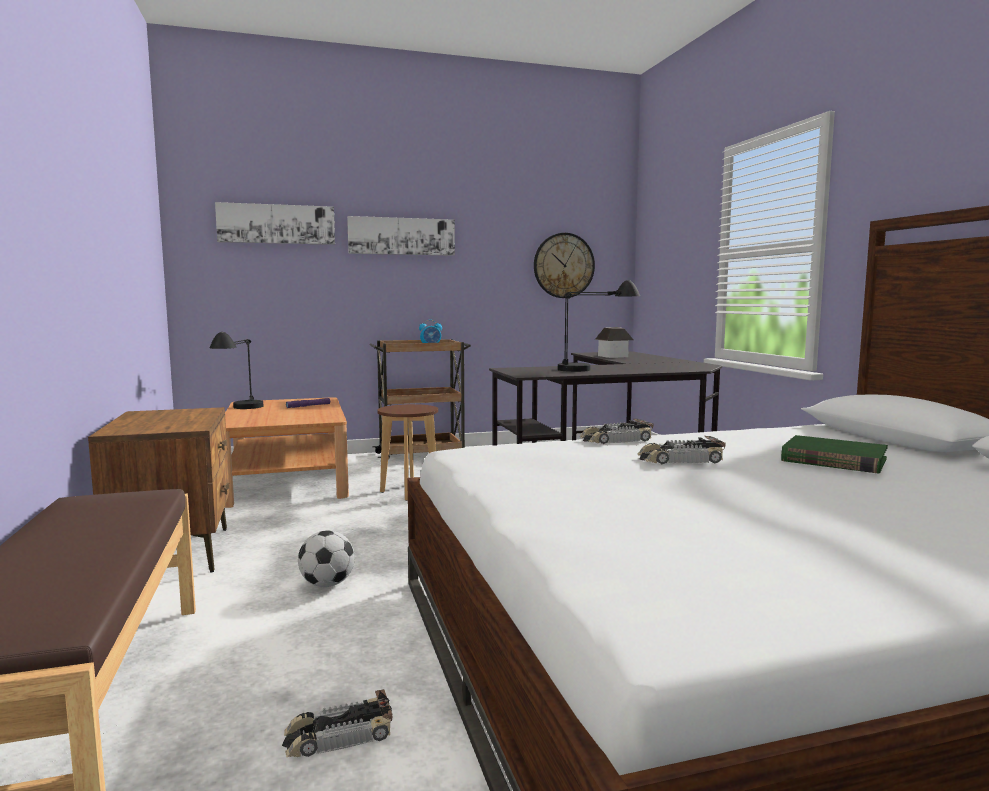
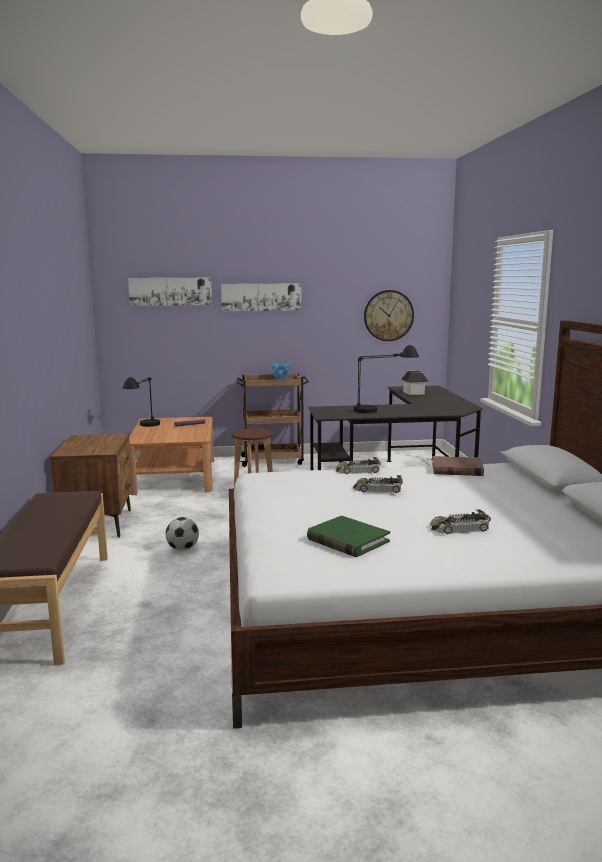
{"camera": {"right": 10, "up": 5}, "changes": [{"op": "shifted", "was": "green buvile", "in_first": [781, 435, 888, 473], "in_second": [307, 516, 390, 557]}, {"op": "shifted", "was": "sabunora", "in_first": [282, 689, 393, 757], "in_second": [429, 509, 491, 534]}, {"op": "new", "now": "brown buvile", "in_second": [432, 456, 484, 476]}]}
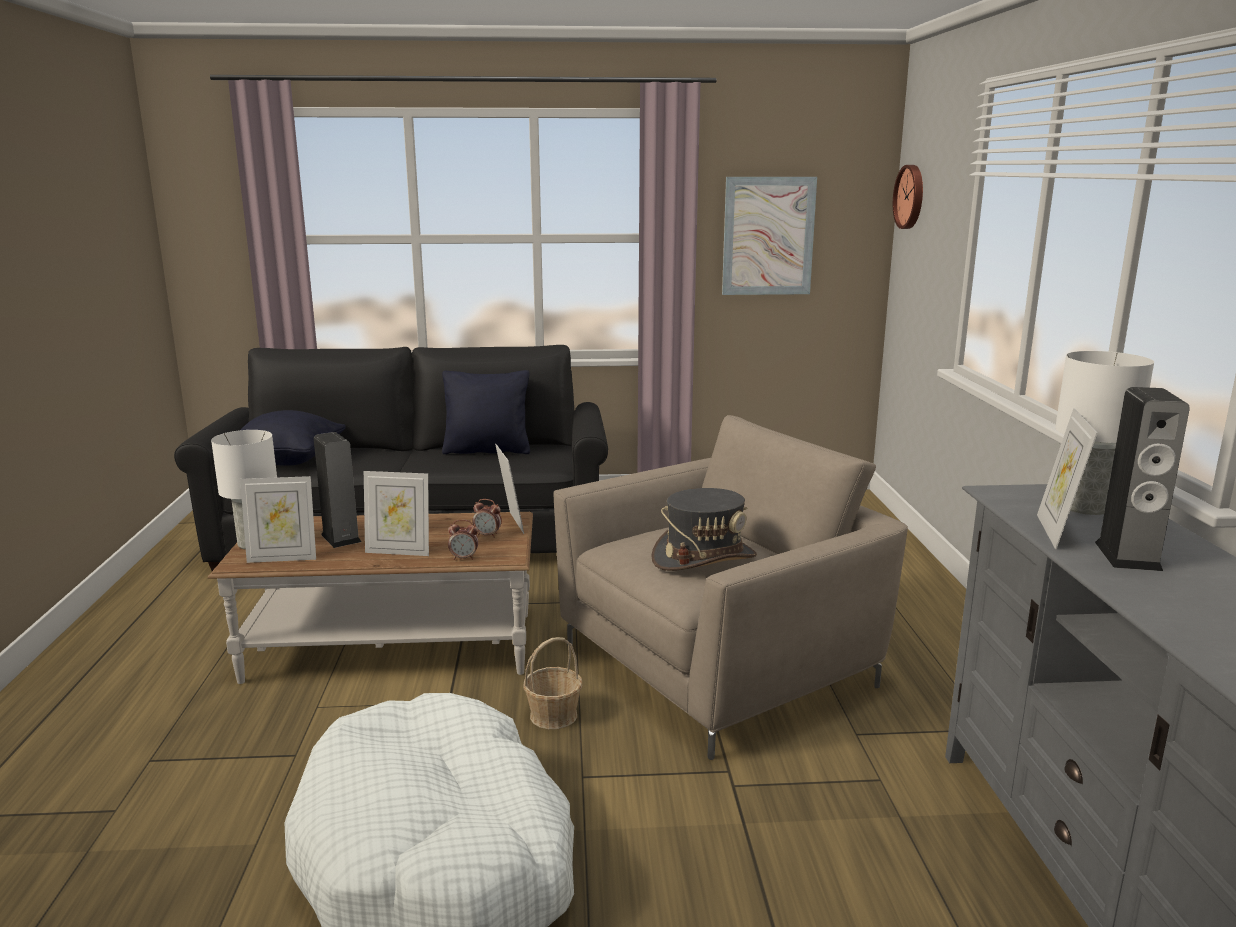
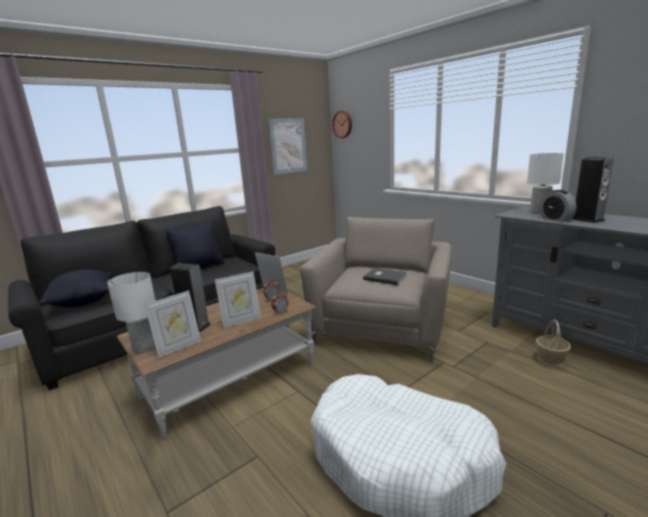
{"camera": {"right": -35, "up": 0}, "changes": [{"op": "swapped", "was": "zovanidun", "now": "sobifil", "in_first": [1037, 408, 1098, 549], "in_second": [539, 190, 576, 222]}, {"op": "swapped", "was": "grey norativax", "now": "grey buvile", "in_first": [651, 488, 757, 571], "in_second": [363, 268, 407, 285]}, {"op": "shifted", "was": "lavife", "in_first": [523, 637, 582, 729], "in_second": [536, 319, 571, 367]}]}
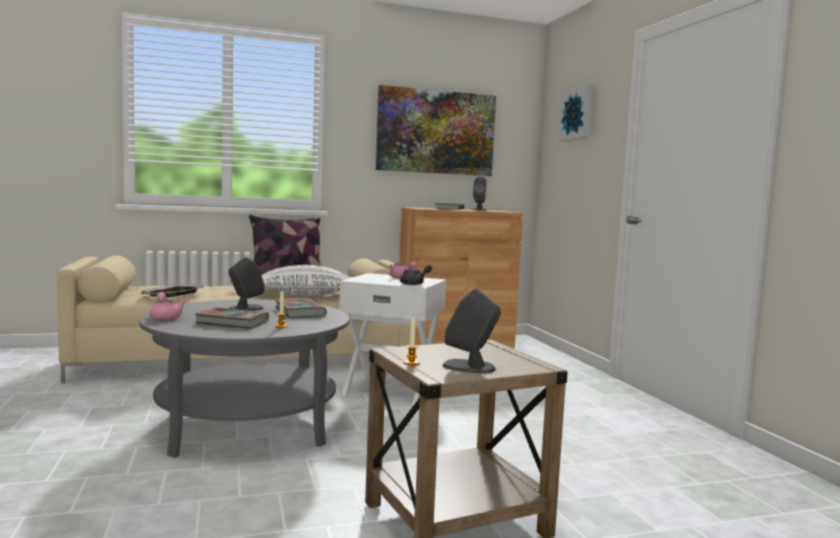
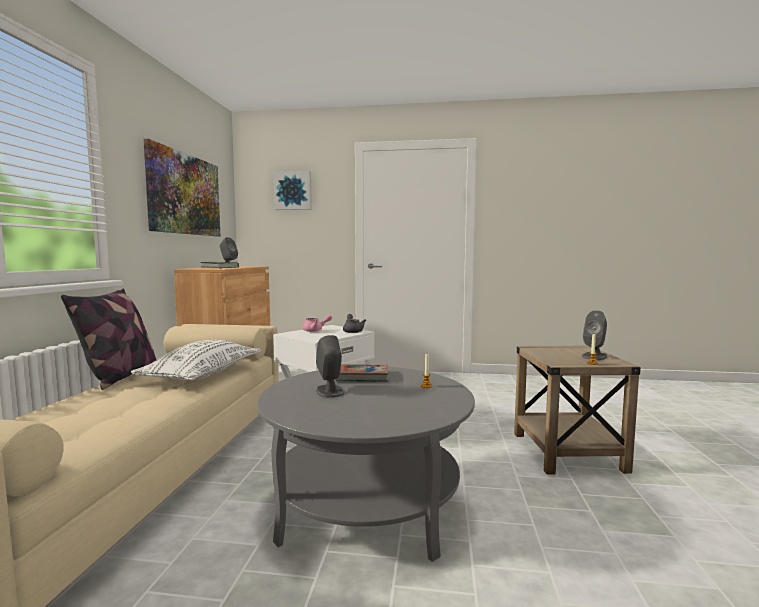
{"camera": {"right": -65, "up": 0}, "changes": [{"op": "gone", "was": "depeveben", "in_first": [141, 285, 205, 298]}, {"op": "gone", "was": "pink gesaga", "in_first": [149, 292, 186, 320]}, {"op": "gone", "was": "buvile", "in_first": [195, 308, 269, 329]}]}
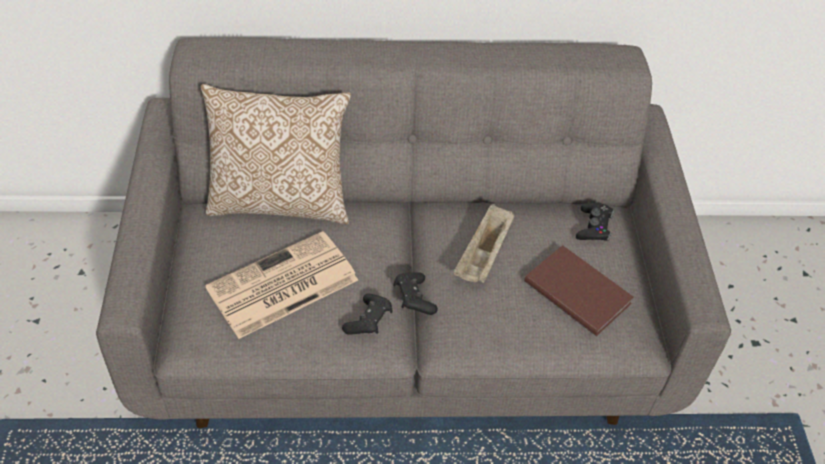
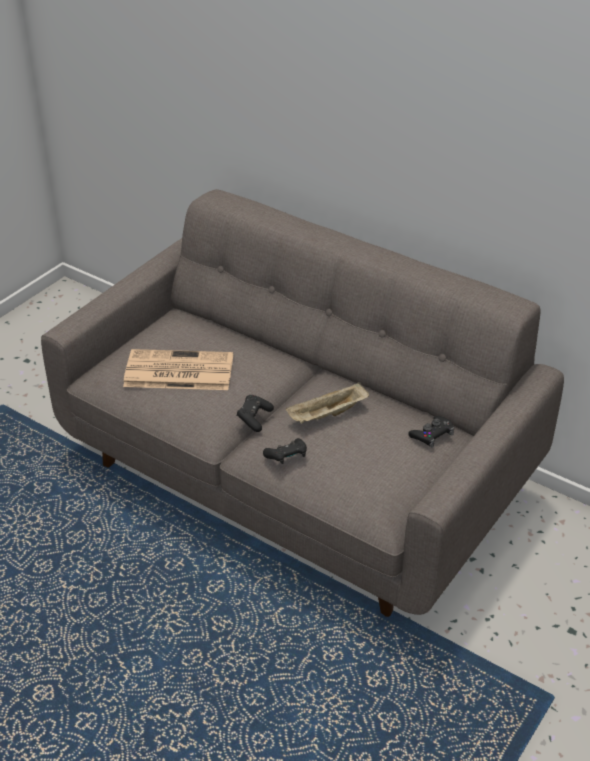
{"camera": {"right": 40, "up": -10}, "changes": [{"op": "gone", "was": "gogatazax", "in_first": [201, 84, 351, 224]}, {"op": "gone", "was": "brown buvile", "in_first": [524, 245, 634, 336]}, {"op": "shifted", "was": "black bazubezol", "in_first": [342, 294, 392, 334], "in_second": [263, 438, 307, 464]}]}
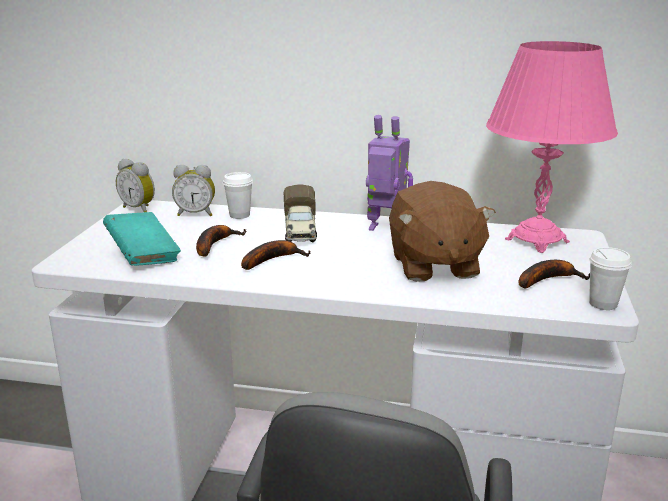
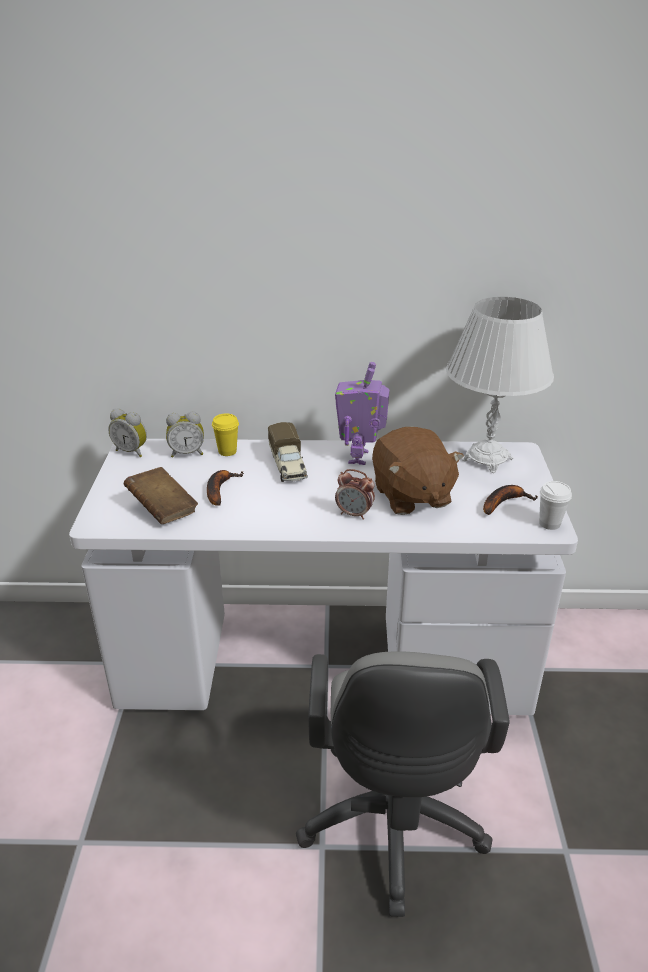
{"camera": {"right": -10, "up": 10}, "changes": [{"op": "repainted", "was": "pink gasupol", "now": "white gasupol", "in_first": [486, 41, 618, 253], "in_second": [446, 297, 554, 473]}, {"op": "rotated", "was": "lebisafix", "in_first": [366, 115, 413, 231], "in_second": [335, 362, 390, 465], "clockwise": -90}, {"op": "repainted", "was": "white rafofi", "now": "yellow rafofi", "in_first": [223, 172, 253, 219], "in_second": [212, 414, 239, 456]}, {"op": "repainted", "was": "turquoise buvile", "now": "brown buvile", "in_first": [103, 212, 181, 266], "in_second": [124, 467, 198, 524]}, {"op": "gone", "was": "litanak", "in_first": [241, 240, 311, 270]}, {"op": "new", "now": "sobifil", "in_second": [335, 469, 375, 520]}]}
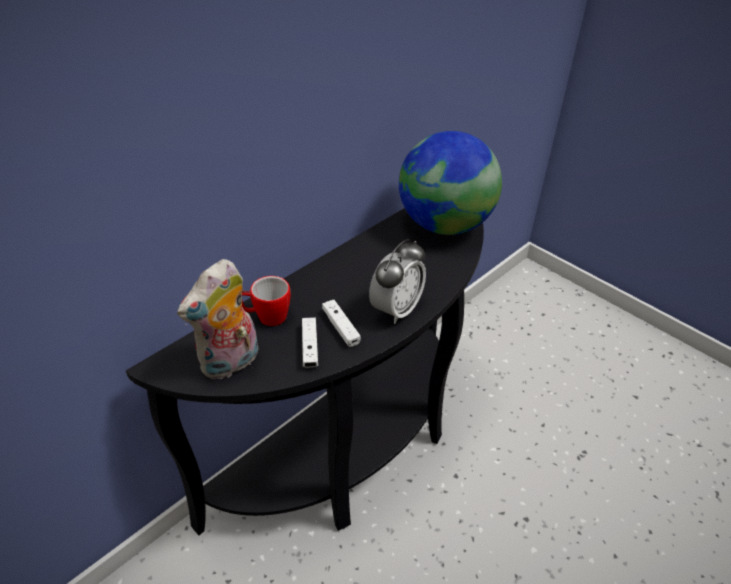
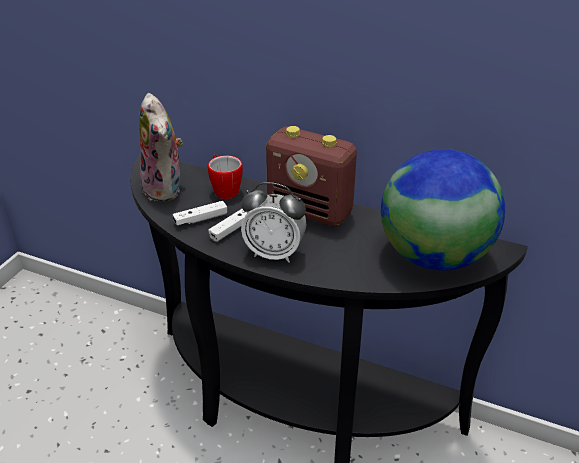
{"camera": {"right": 70, "up": -5}, "changes": [{"op": "rotated", "was": "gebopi", "in_first": [177, 259, 258, 380], "in_second": [139, 93, 183, 202], "clockwise": -135}, {"op": "new", "now": "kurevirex", "in_second": [266, 126, 357, 226]}]}
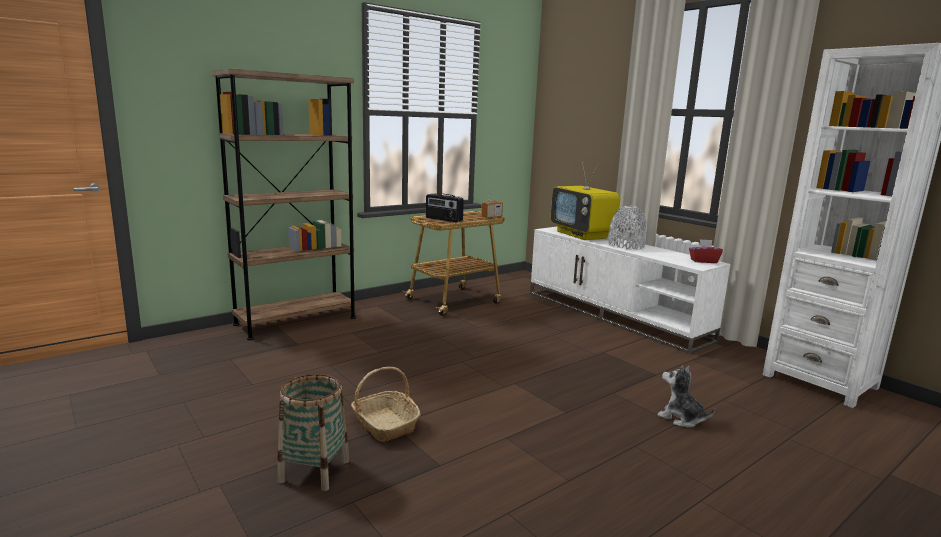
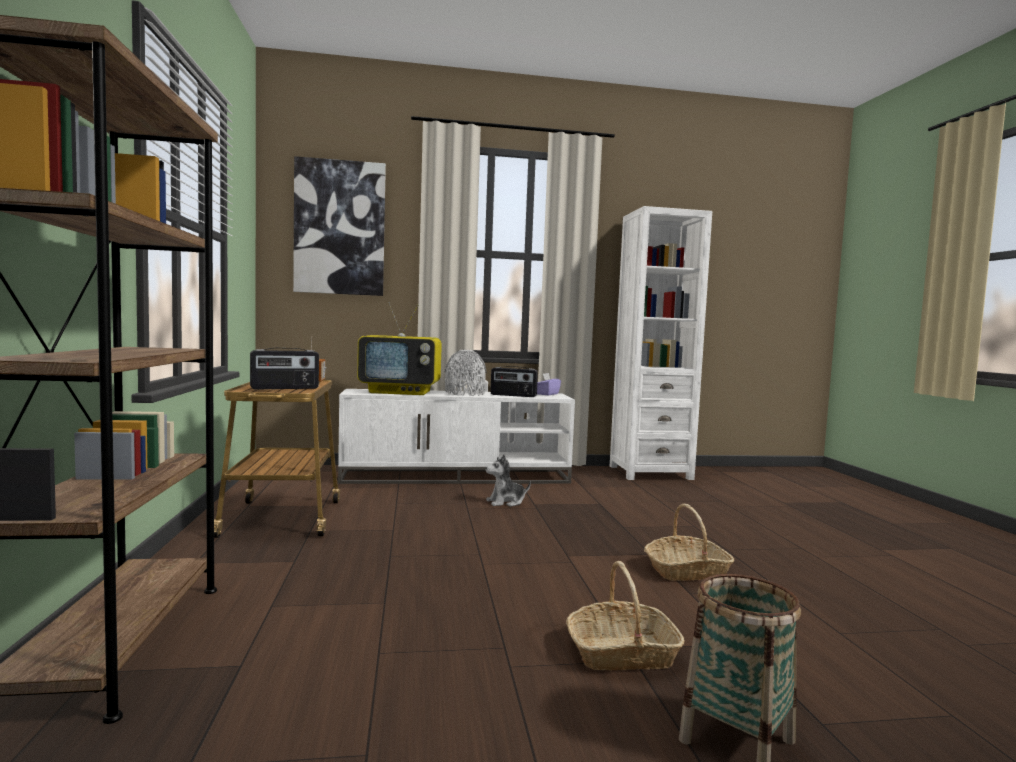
{"camera": {"right": -60, "up": -10}, "changes": [{"op": "repainted", "was": "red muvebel", "now": "purple muvebel", "in_first": [689, 239, 723, 263], "in_second": [537, 373, 561, 395]}, {"op": "shifted", "was": "gebopi", "in_first": [658, 365, 715, 428], "in_second": [486, 454, 531, 507]}, {"op": "new", "now": "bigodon", "in_second": [293, 156, 386, 296]}, {"op": "new", "now": "kurevirex", "in_second": [490, 366, 538, 397]}, {"op": "new", "now": "lavife", "in_second": [644, 504, 734, 581]}]}
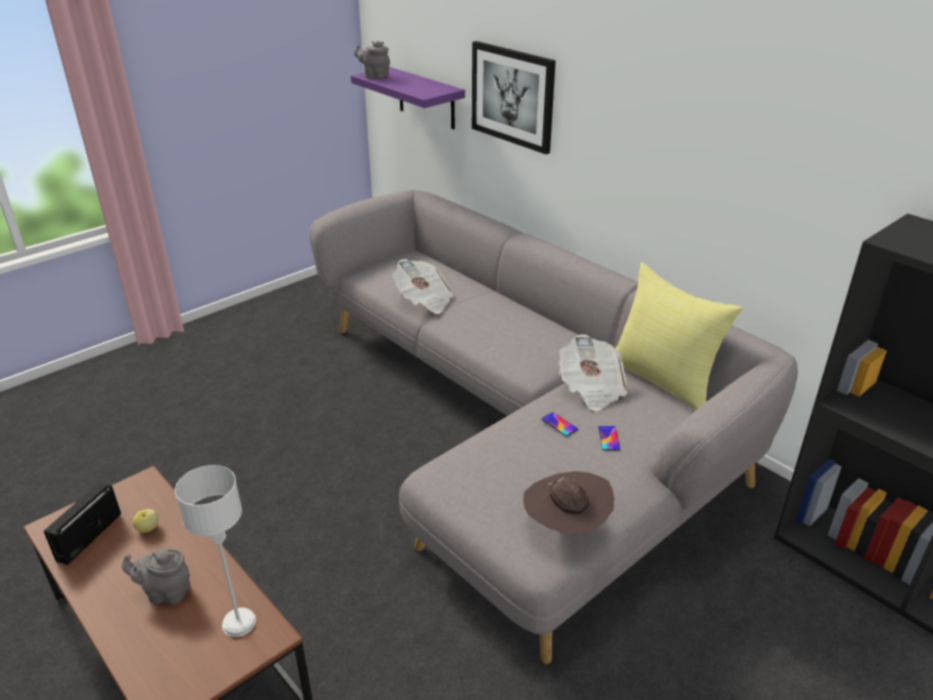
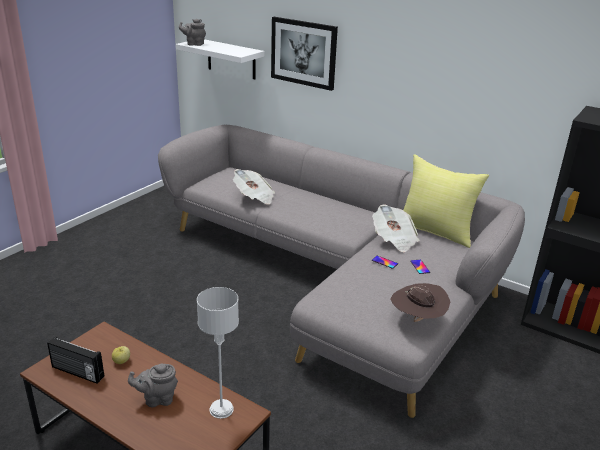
{"camera": {"right": -15, "up": -5}, "changes": [{"op": "repainted", "was": "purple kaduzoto", "now": "white kaduzoto", "in_first": [351, 67, 465, 129], "in_second": [176, 39, 264, 79]}, {"op": "rotated", "was": "kurevirex", "in_first": [44, 481, 121, 565], "in_second": [47, 336, 104, 384], "clockwise": -75}]}
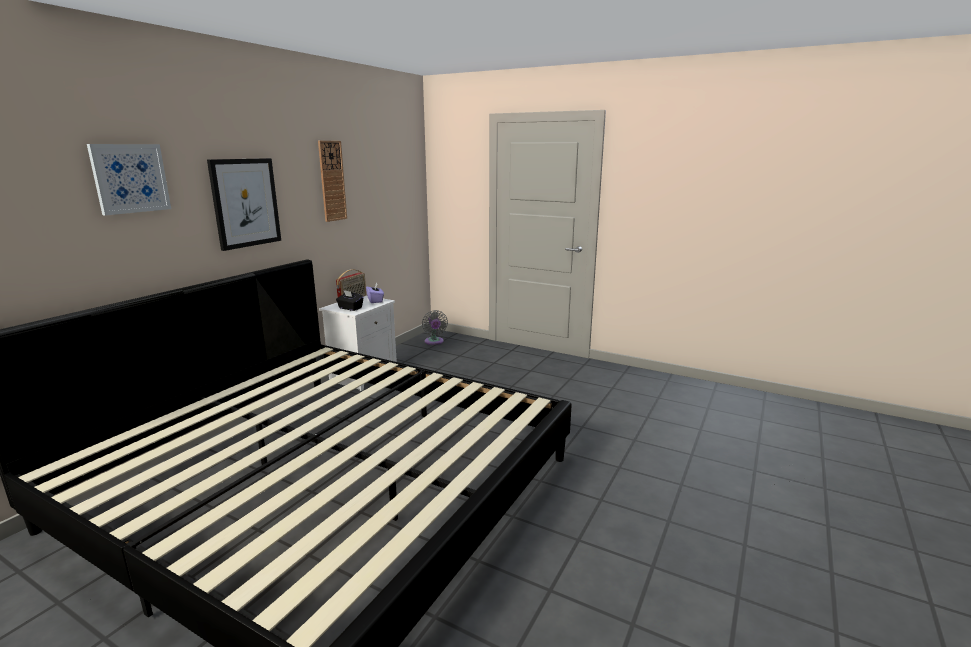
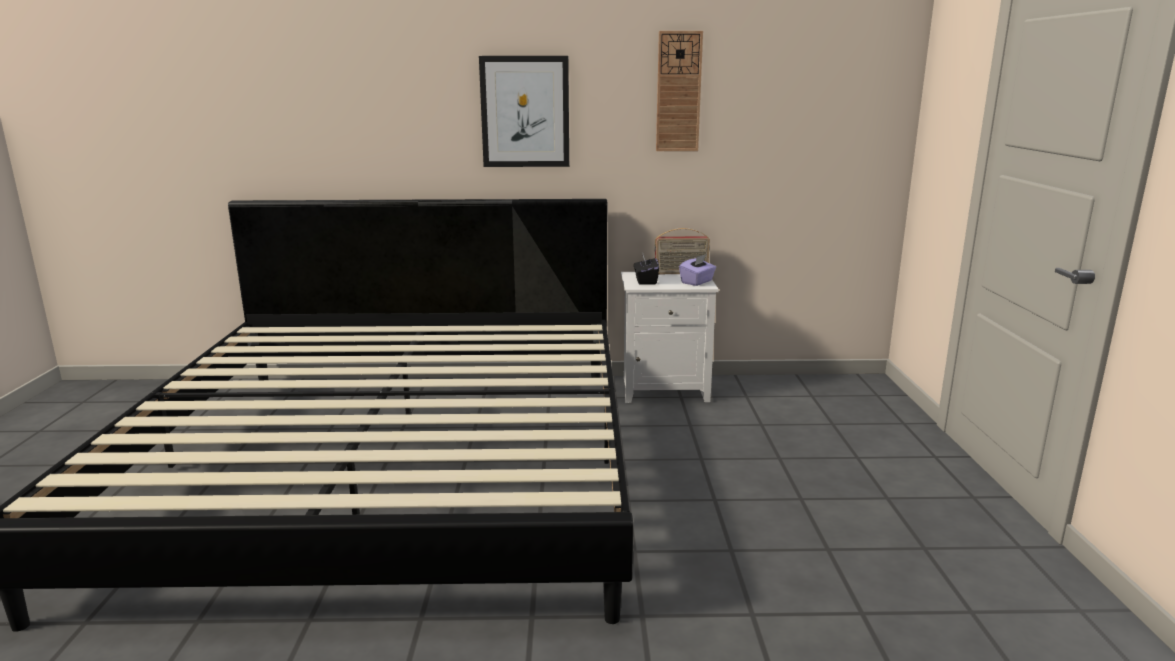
{"camera": {"right": 60, "up": 0}, "changes": [{"op": "gone", "was": "bigodon", "in_first": [87, 144, 171, 216]}, {"op": "gone", "was": "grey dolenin", "in_first": [422, 310, 448, 345]}]}
